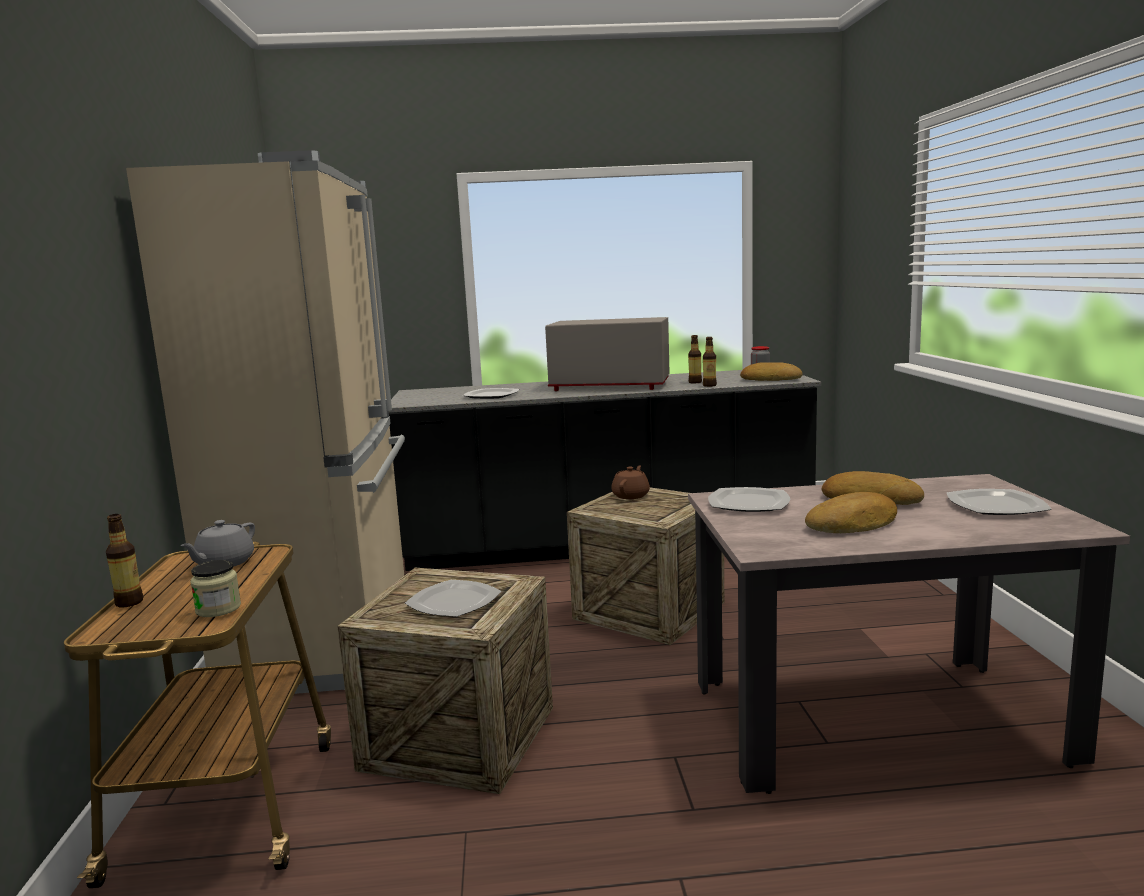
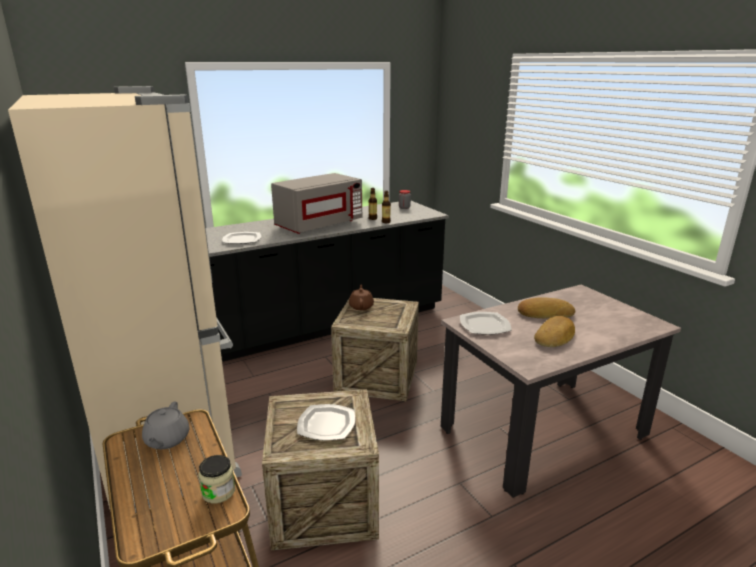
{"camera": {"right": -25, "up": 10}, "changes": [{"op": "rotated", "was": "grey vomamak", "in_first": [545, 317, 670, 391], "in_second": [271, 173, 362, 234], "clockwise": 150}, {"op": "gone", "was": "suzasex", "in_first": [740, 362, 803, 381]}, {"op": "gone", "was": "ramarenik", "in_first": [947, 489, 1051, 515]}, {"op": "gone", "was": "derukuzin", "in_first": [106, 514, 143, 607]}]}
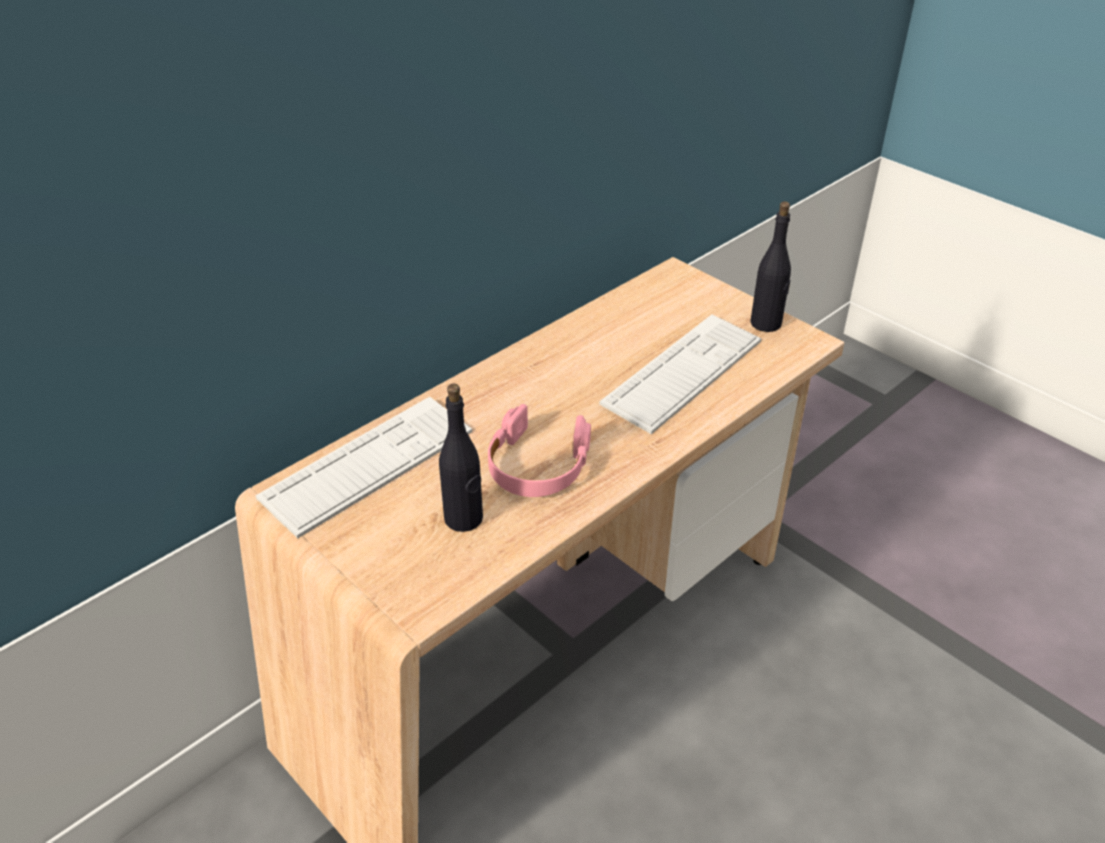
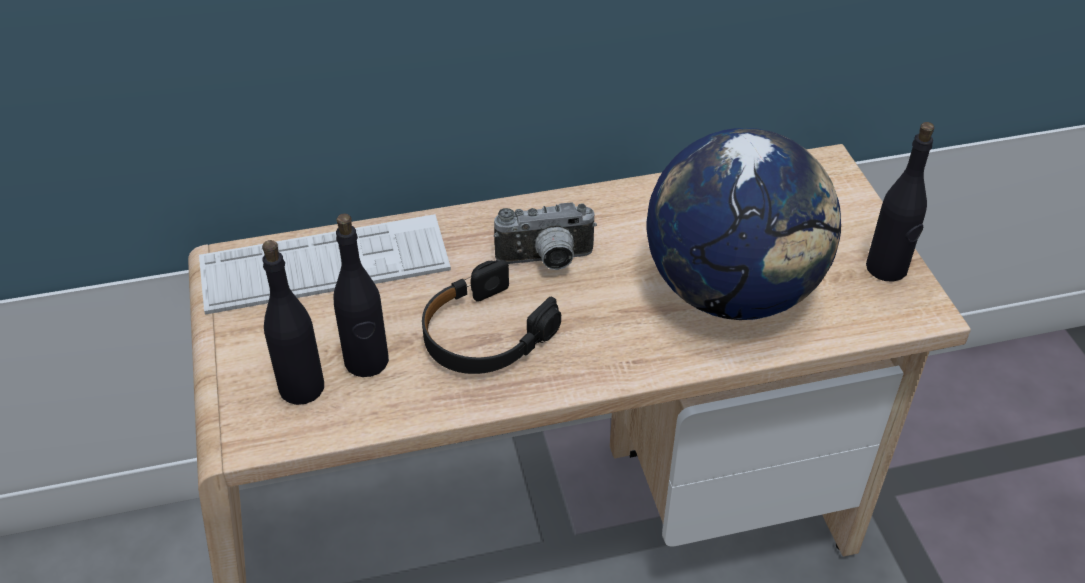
{"camera": {"right": 30, "up": 5}, "changes": [{"op": "swapped", "was": "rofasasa", "now": "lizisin", "in_first": [599, 314, 761, 434], "in_second": [646, 128, 841, 320]}, {"op": "repainted", "was": "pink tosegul", "now": "black tosegul", "in_first": [488, 404, 591, 497], "in_second": [422, 260, 561, 374]}, {"op": "new", "now": "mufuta", "in_second": [494, 202, 597, 270]}, {"op": "new", "now": "black derukuzin", "in_second": [262, 240, 324, 405]}]}
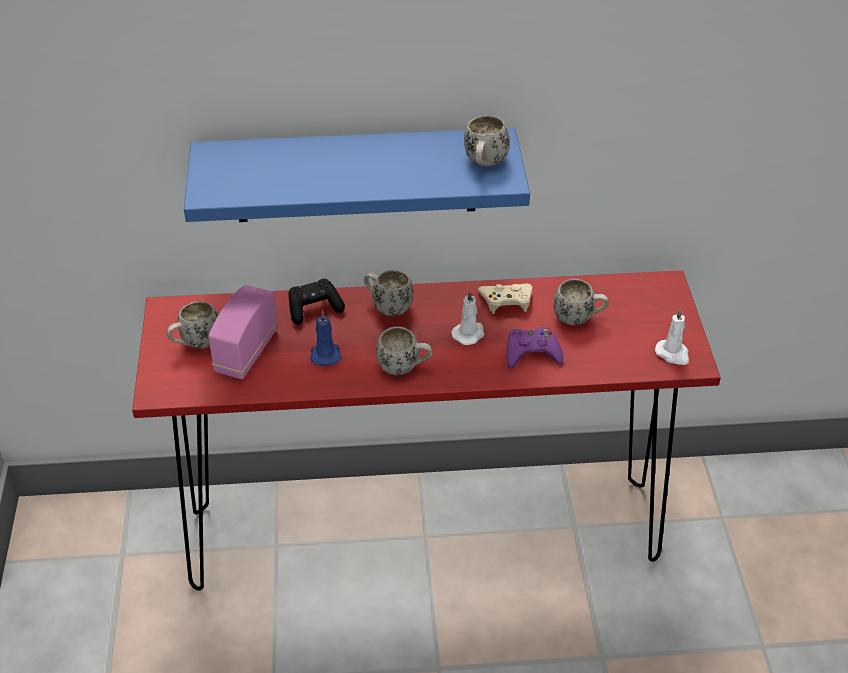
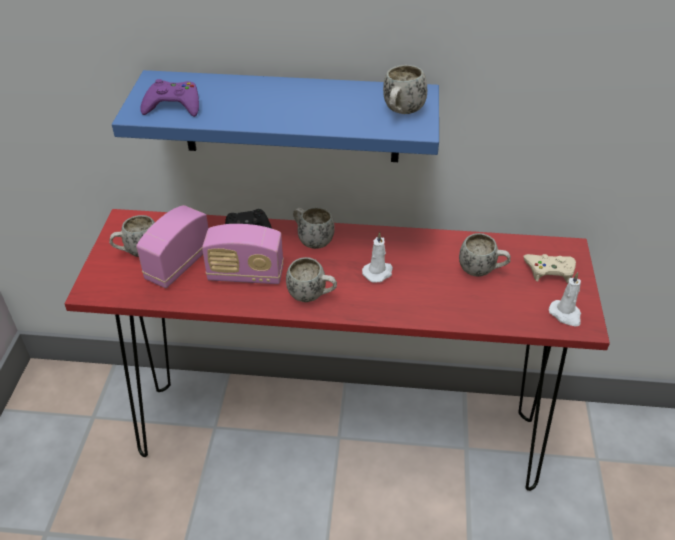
{"camera": {"right": 10, "up": 0}, "changes": [{"op": "shifted", "was": "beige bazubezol", "in_first": [478, 283, 532, 314], "in_second": [523, 254, 576, 283]}, {"op": "swapped", "was": "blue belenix", "now": "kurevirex", "in_first": [310, 310, 341, 366], "in_second": [202, 224, 284, 284]}, {"op": "shifted", "was": "purple bazubezol", "in_first": [506, 327, 564, 369], "in_second": [140, 79, 199, 117]}]}
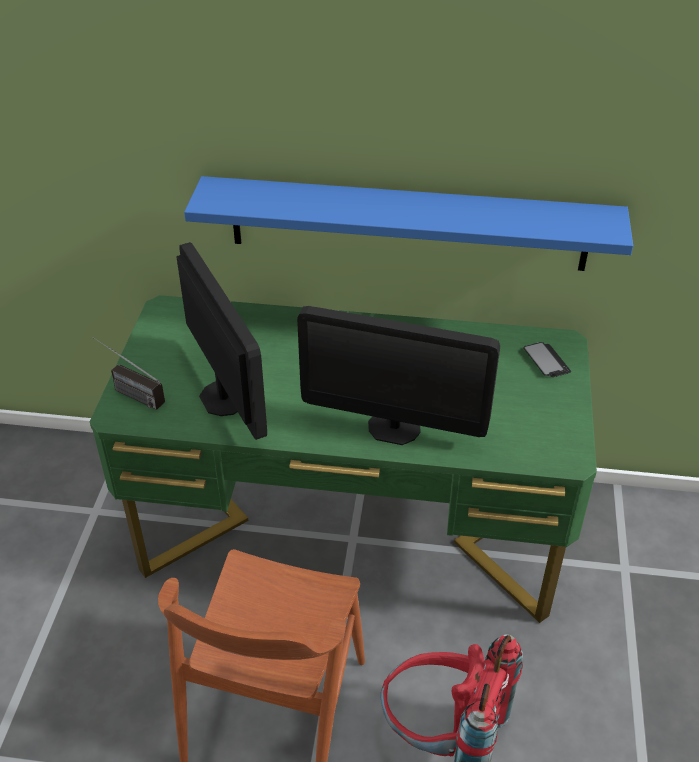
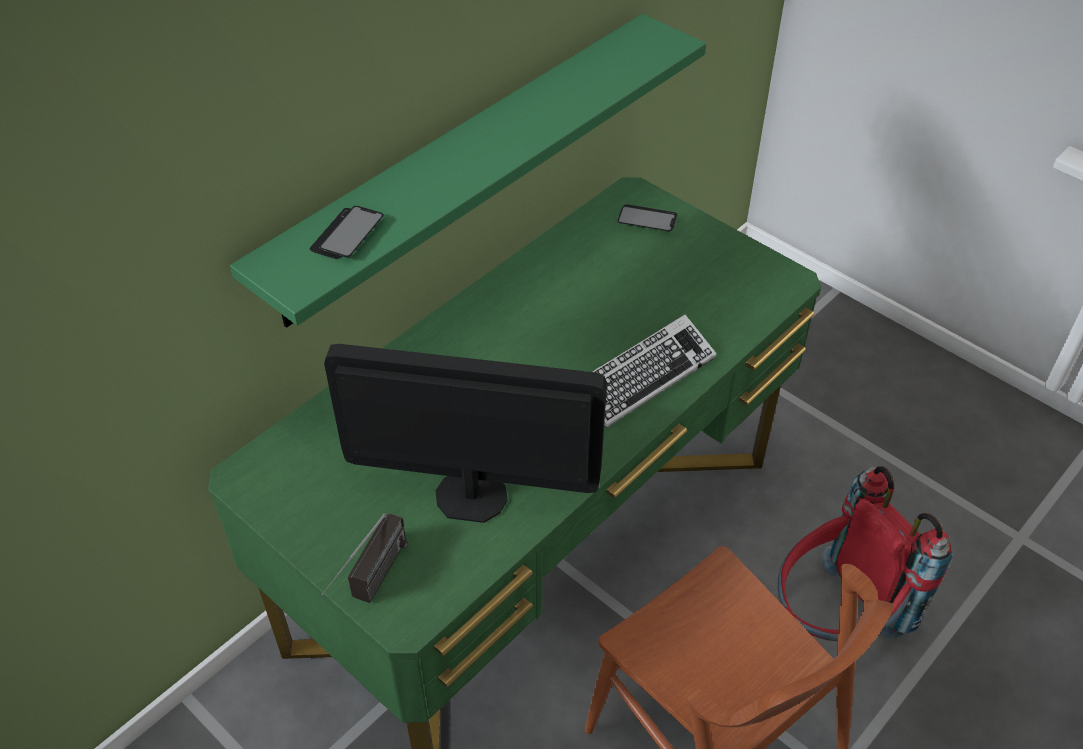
{"camera": {"right": -55, "up": 5}, "changes": [{"op": "repainted", "was": "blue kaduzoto", "now": "green kaduzoto", "in_first": [184, 176, 633, 271], "in_second": [230, 14, 706, 328]}, {"op": "swapped", "was": "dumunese", "now": "rofasasa", "in_first": [297, 306, 500, 445], "in_second": [592, 314, 717, 428]}, {"op": "rotated", "was": "kurevirex", "in_first": [93, 337, 165, 410], "in_second": [322, 513, 408, 603], "clockwise": -45}, {"op": "new", "now": "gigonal", "in_second": [309, 206, 384, 259]}]}
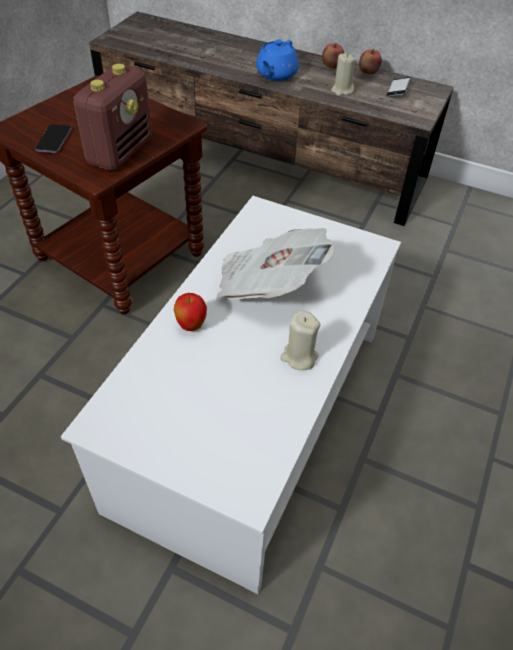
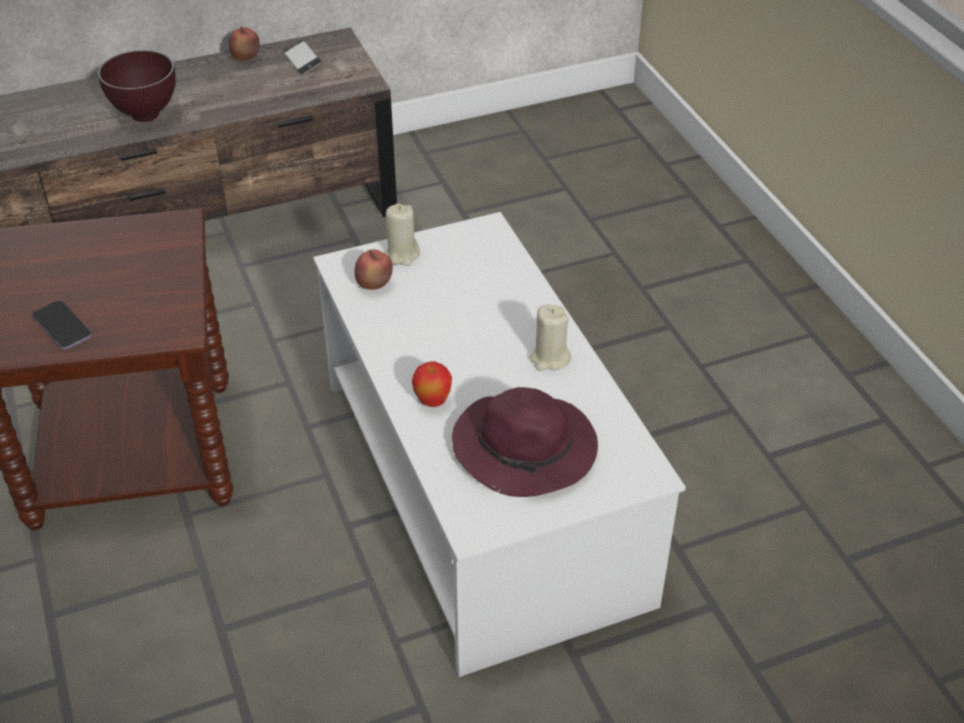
{"camera": {"right": -45, "up": -5}, "changes": [{"op": "swapped", "was": "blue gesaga", "now": "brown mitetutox", "in_first": [256, 40, 299, 81], "in_second": [98, 50, 176, 122]}, {"op": "shifted", "was": "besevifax", "in_first": [322, 42, 344, 68], "in_second": [355, 249, 393, 290]}, {"op": "shifted", "was": "beige belenix", "in_first": [331, 53, 356, 96], "in_second": [385, 203, 420, 266]}, {"op": "gone", "was": "kurevirex", "in_first": [73, 64, 152, 171]}, {"op": "gone", "was": "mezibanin", "in_first": [217, 228, 334, 300]}, {"op": "new", "now": "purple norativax", "in_second": [452, 387, 598, 497]}]}
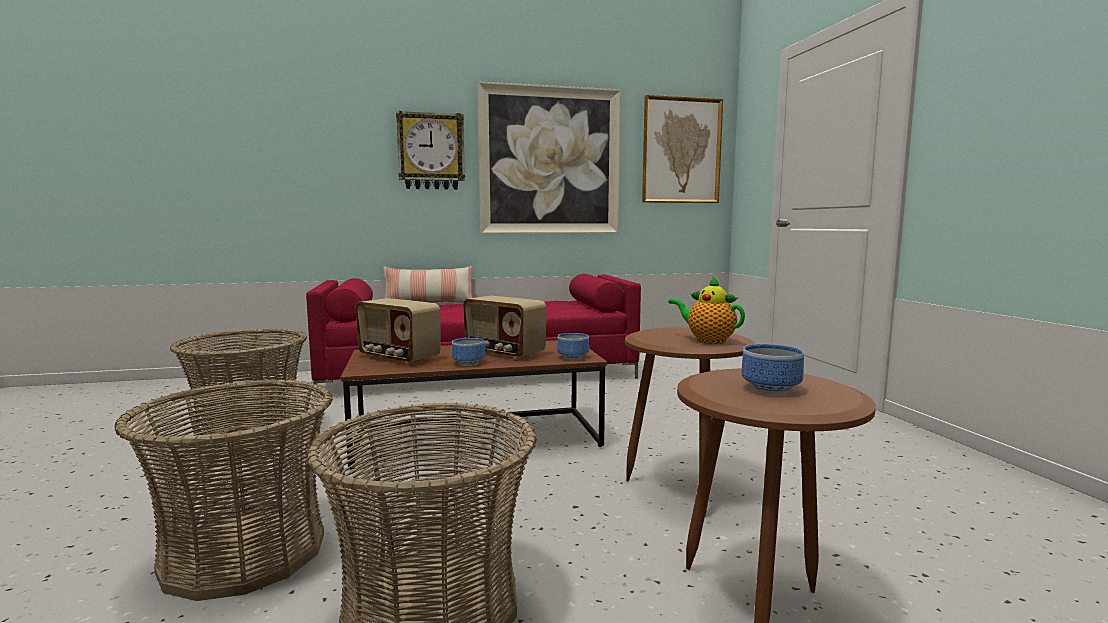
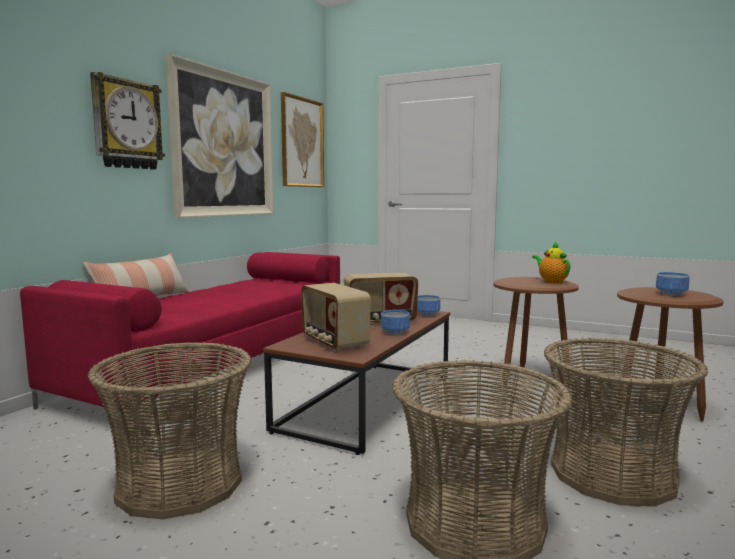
{"camera": {"right": -50, "up": 0}, "changes": [{"op": "rotated", "was": "gesaga", "in_first": [668, 276, 745, 344], "in_second": [532, 242, 571, 284], "clockwise": 75}, {"op": "rotated", "was": "kurevirex", "in_first": [356, 298, 441, 365], "in_second": [301, 283, 371, 351], "clockwise": 75}]}
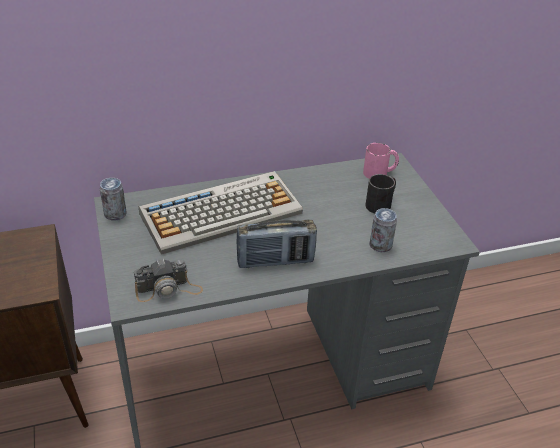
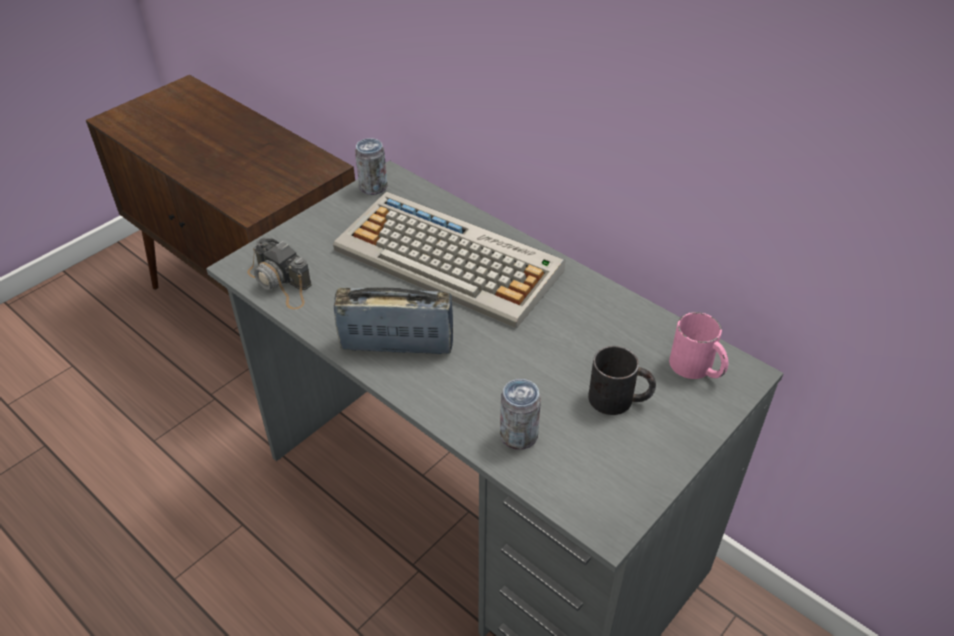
{"camera": {"right": 60, "up": 5}, "changes": [{"op": "rotated", "was": "kurevirex", "in_first": [236, 220, 317, 268], "in_second": [334, 287, 453, 354], "clockwise": 135}]}
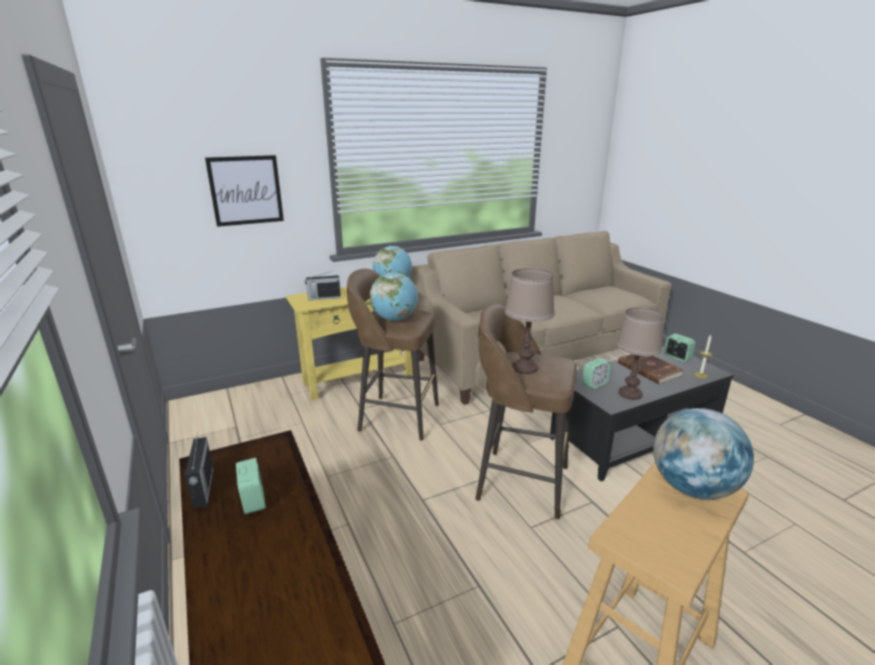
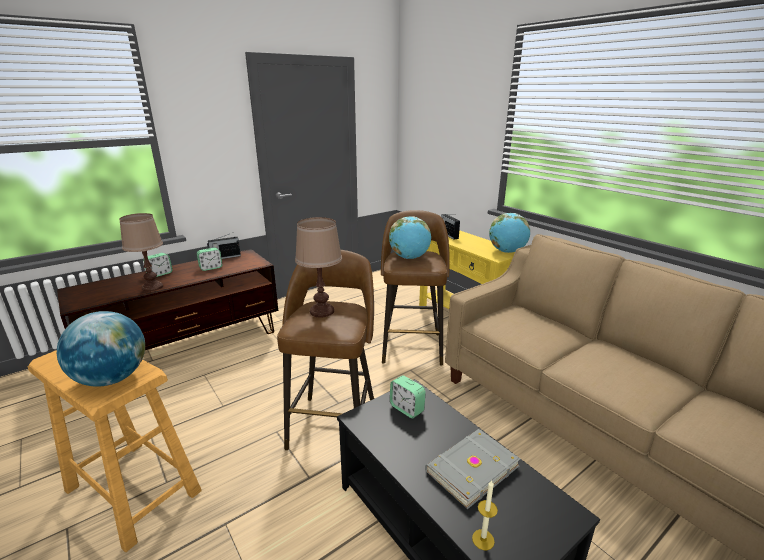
{"camera": {"right": 80, "up": 0}, "changes": [{"op": "gone", "was": "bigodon", "in_first": [205, 155, 284, 227]}, {"op": "shifted", "was": "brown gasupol", "in_first": [616, 308, 664, 400], "in_second": [119, 213, 163, 292]}, {"op": "shifted", "was": "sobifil", "in_first": [664, 333, 695, 362], "in_second": [143, 253, 173, 277]}, {"op": "repainted", "was": "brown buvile", "now": "grey buvile", "in_first": [618, 354, 684, 384], "in_second": [425, 429, 520, 509]}]}
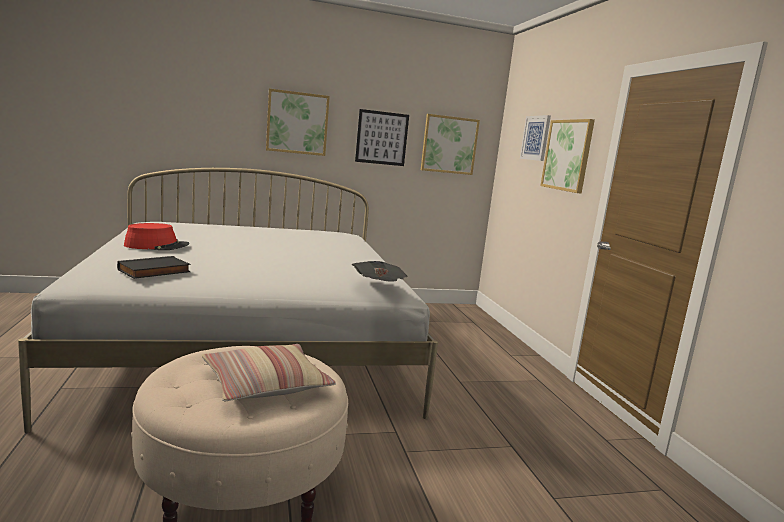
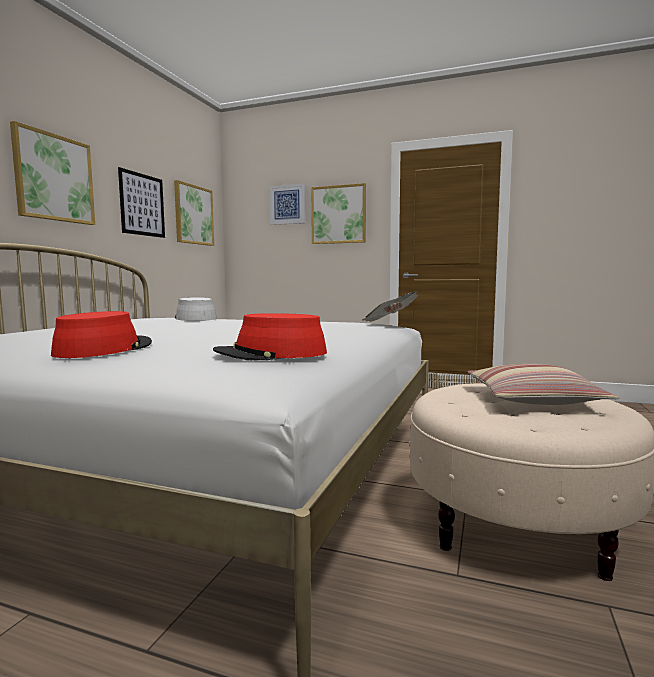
{"camera": {"right": -55, "up": -5}, "changes": [{"op": "swapped", "was": "black buvile", "now": "red norativax", "in_first": [117, 256, 191, 279], "in_second": [213, 313, 327, 360]}, {"op": "new", "now": "grey norativax", "in_second": [175, 297, 217, 321]}]}
